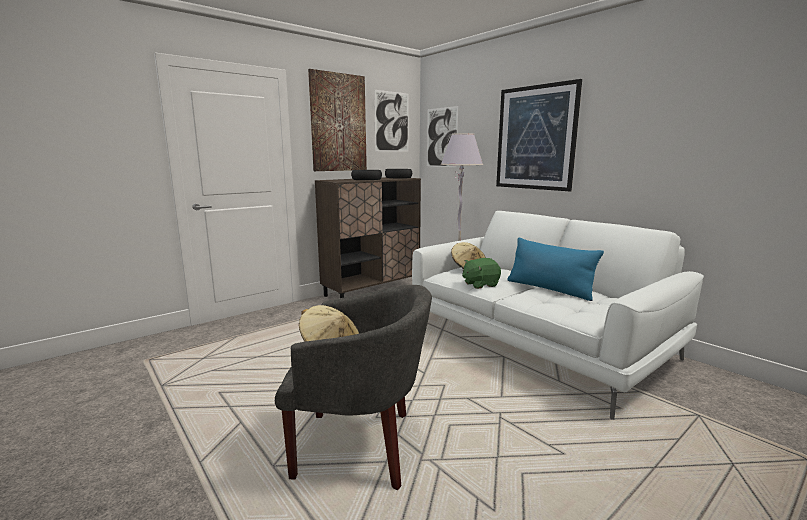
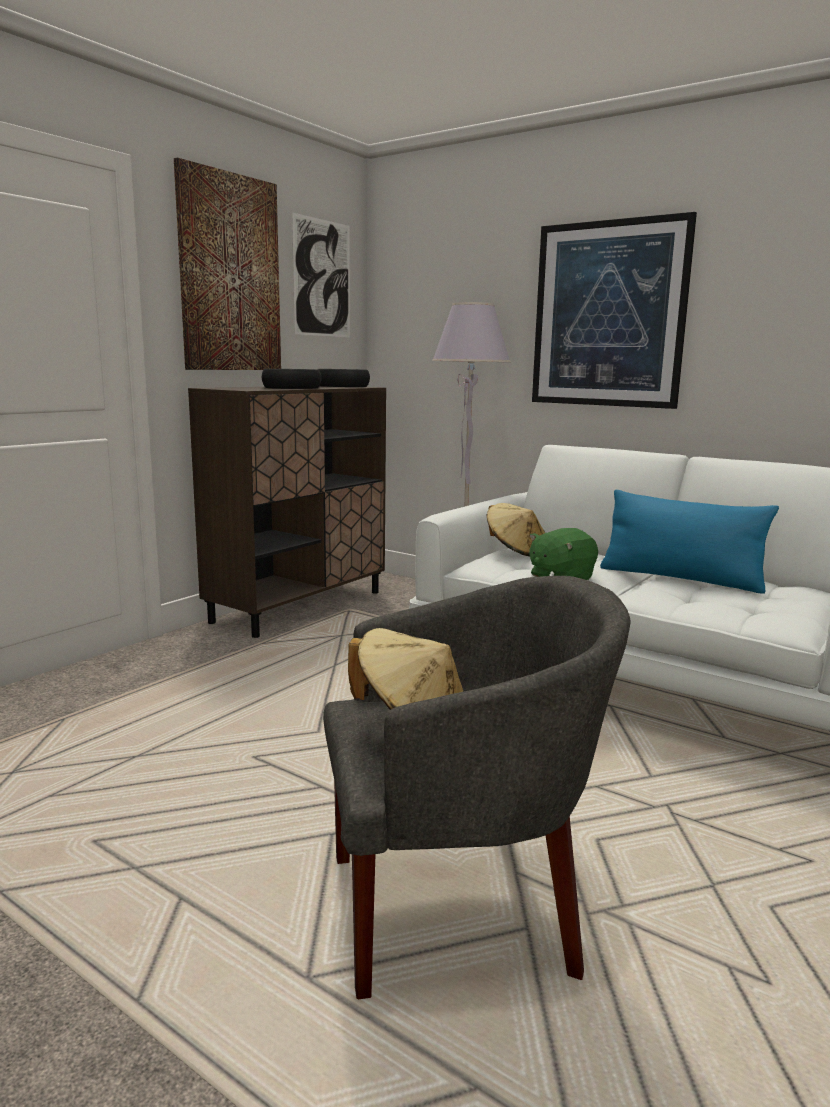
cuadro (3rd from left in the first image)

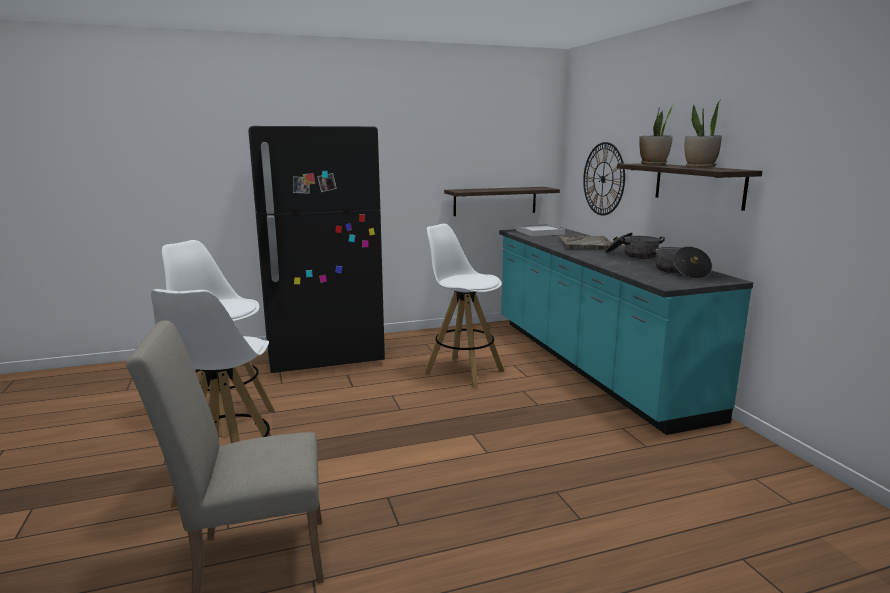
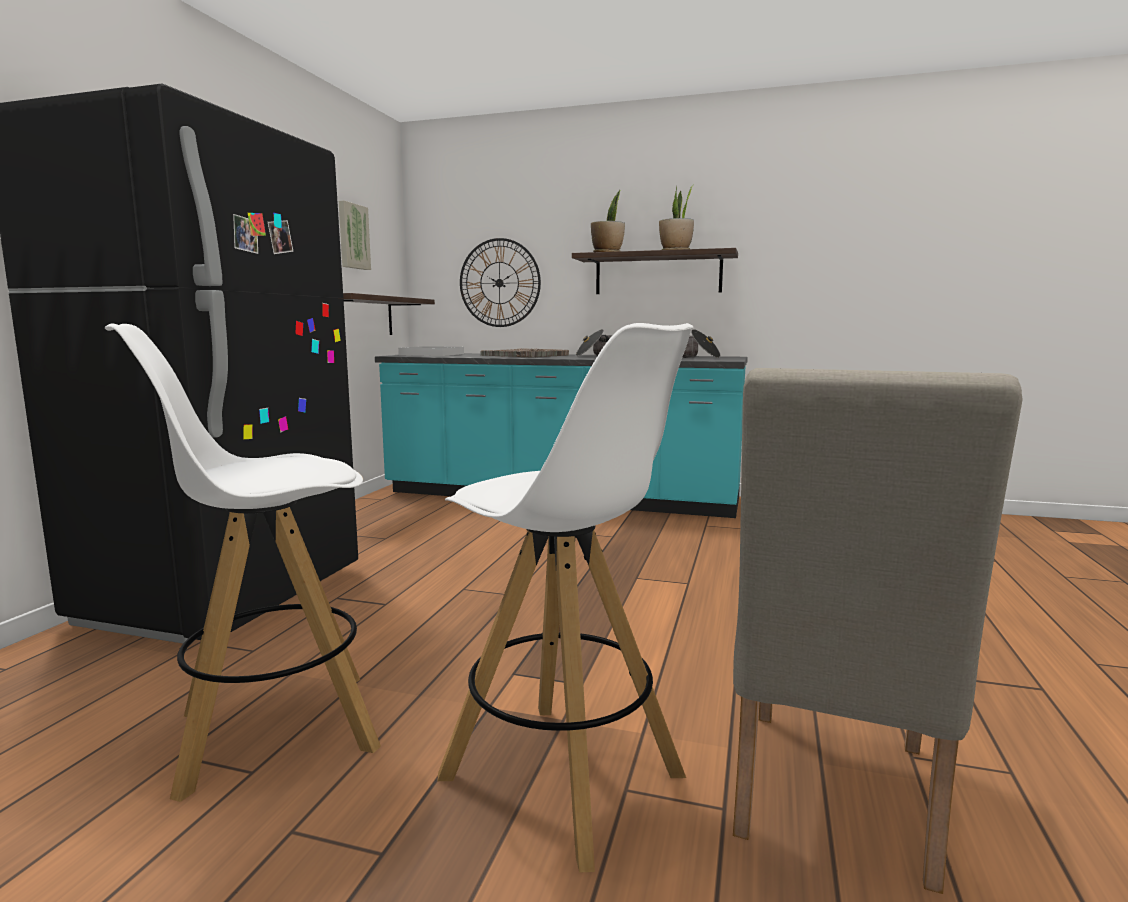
taburete/blanco (3rd from left in the first image); cuadro

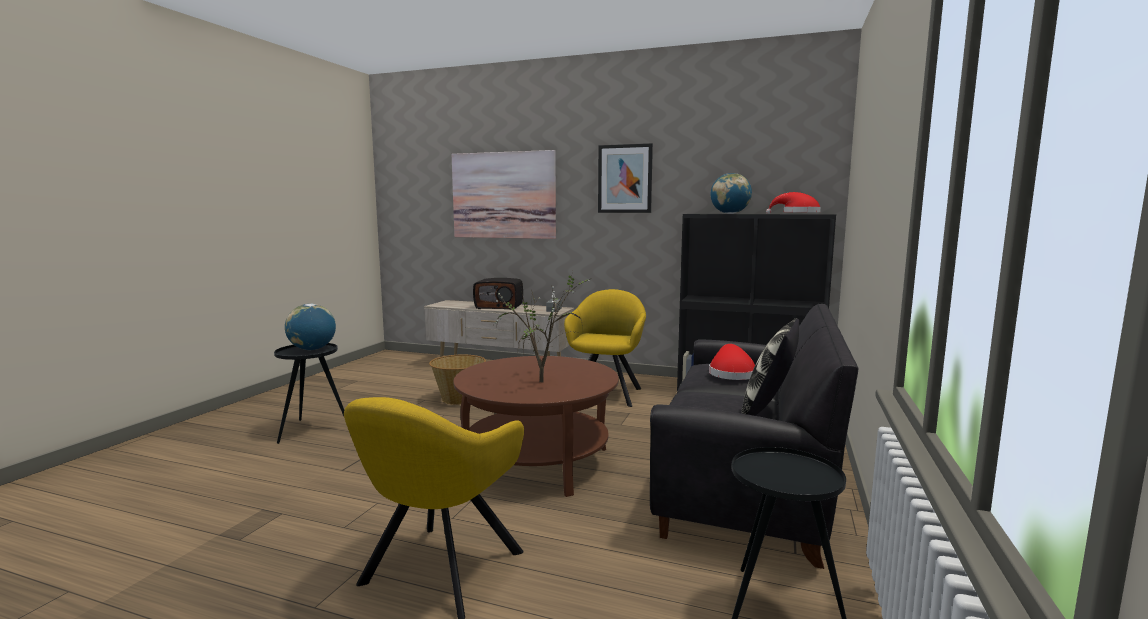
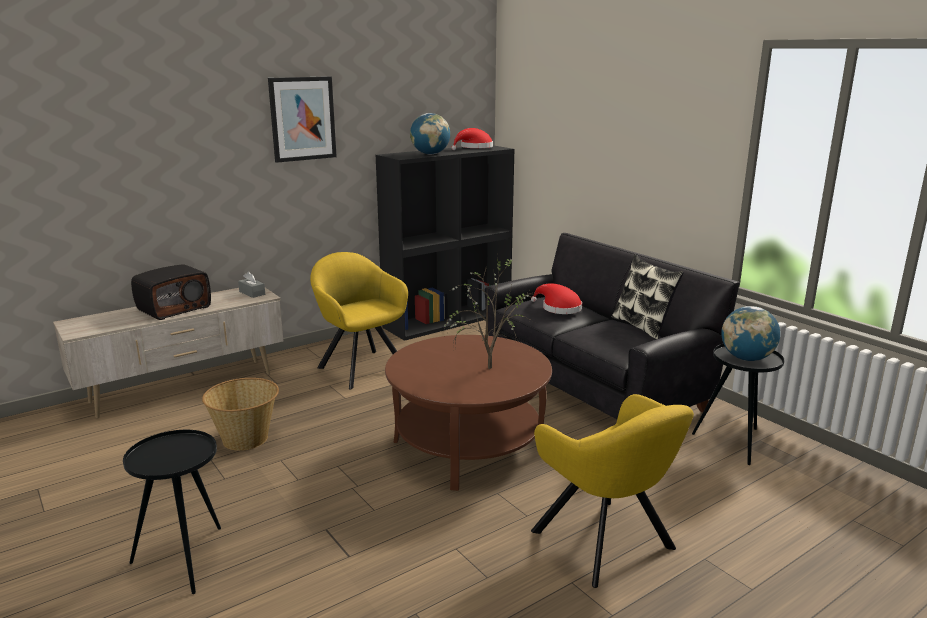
cuadro (1st from left in the first image); globo terráqueo (2nd from left)

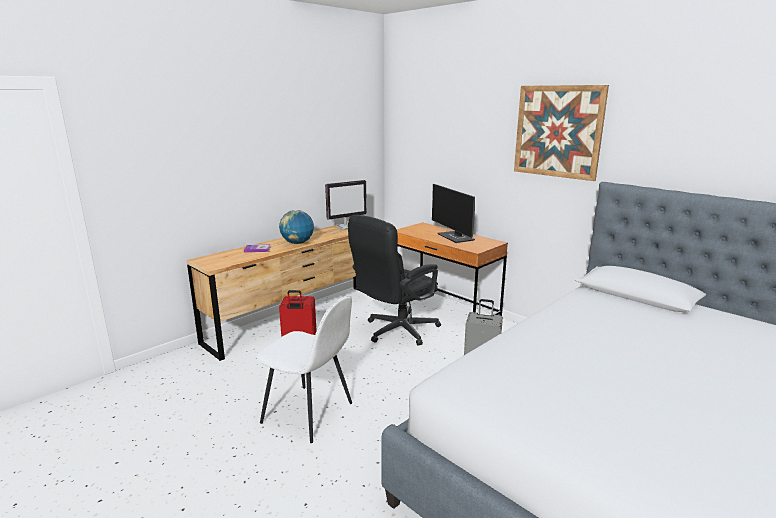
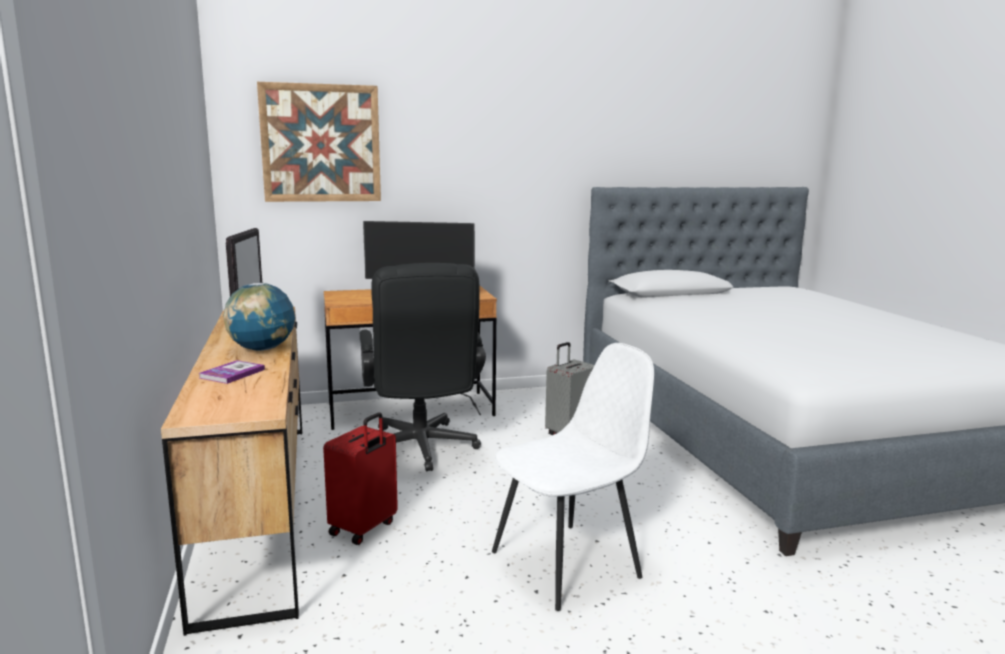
cuadro

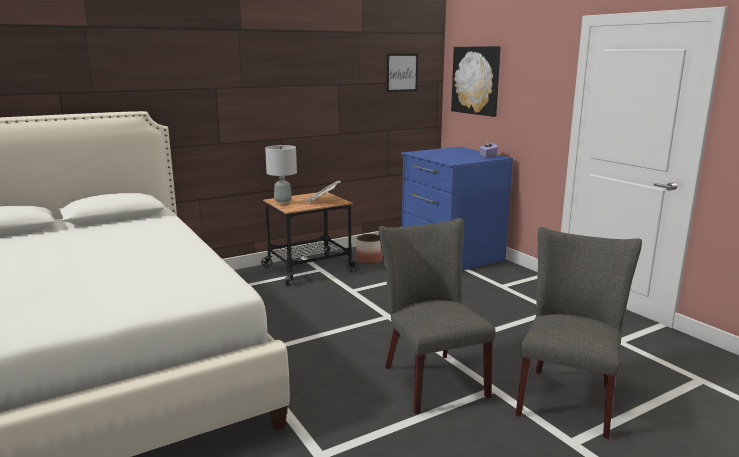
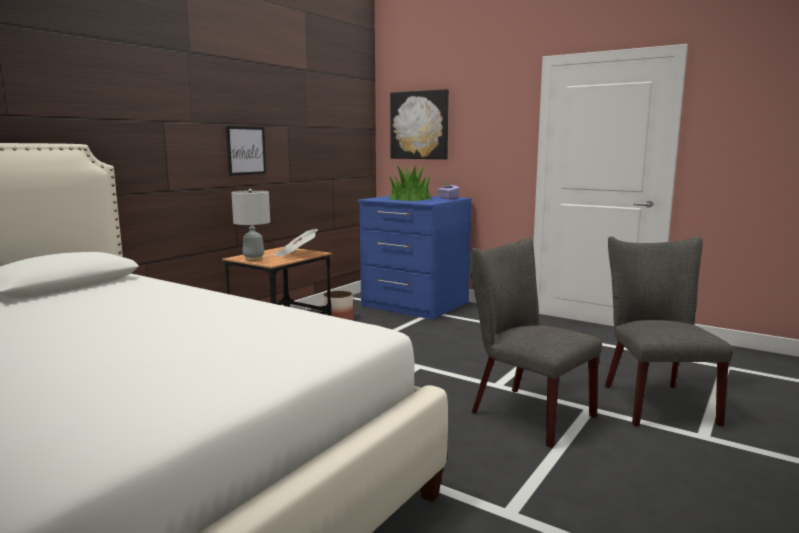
cuadro (1st from left); planta en maceta

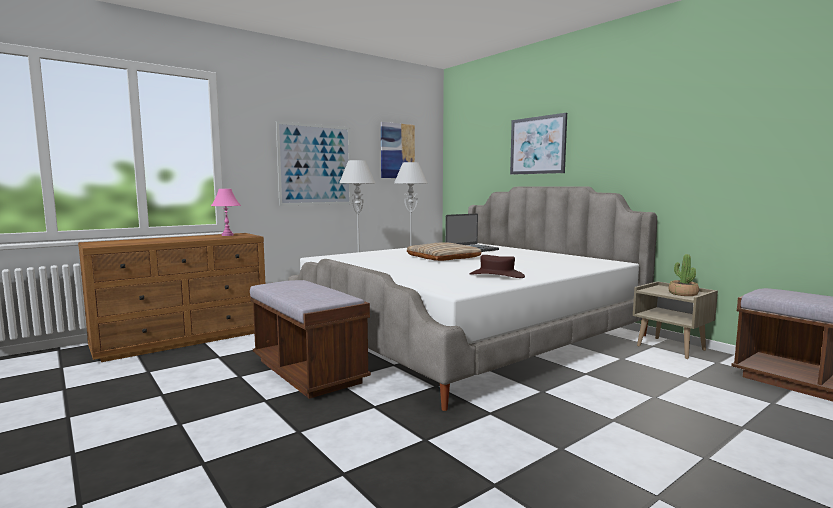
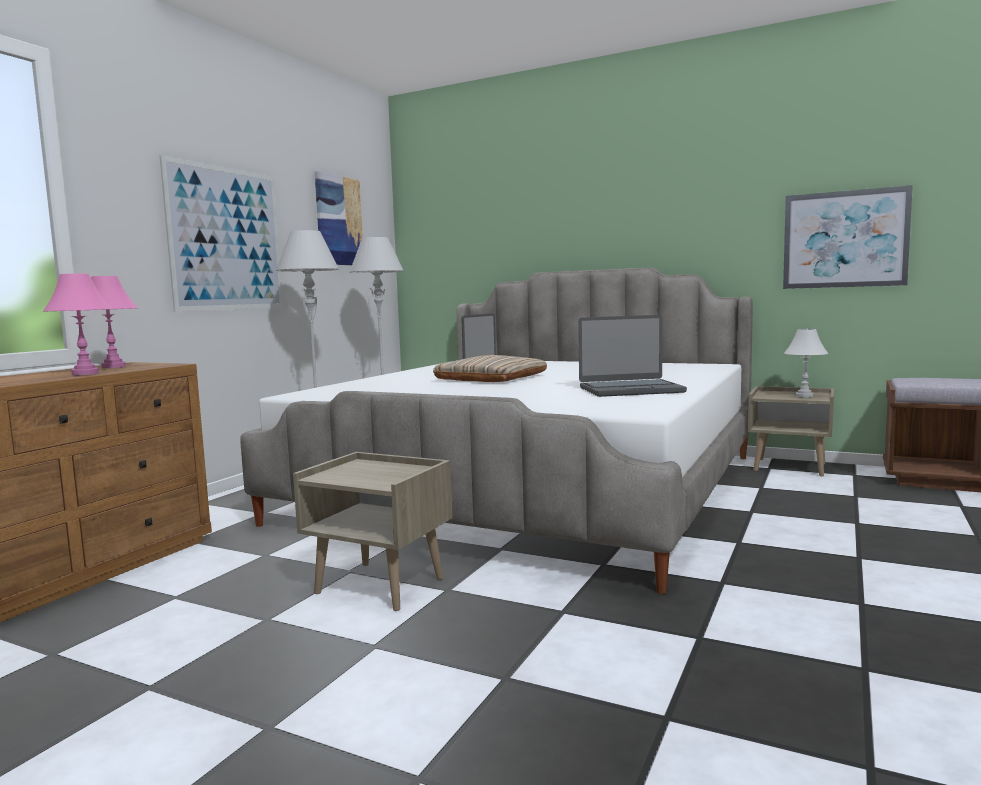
cuadro (3rd from left); lámpara de mesa/blanco; portátil (2nd from left); mesita de noche/beis (1st from left); lámpara de mesa/rosa (1st from left)

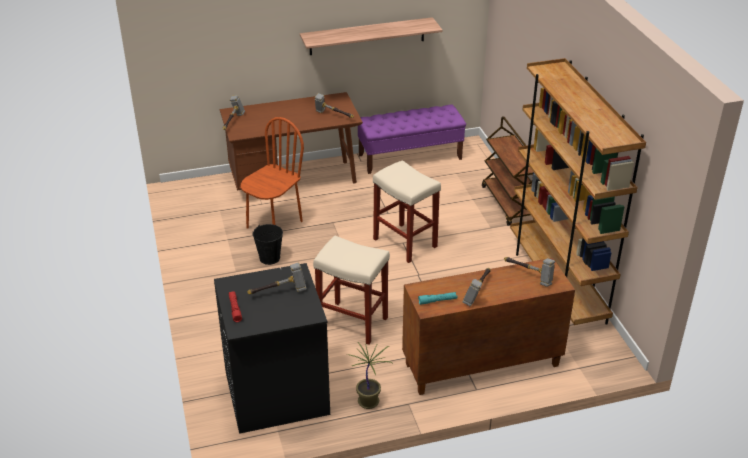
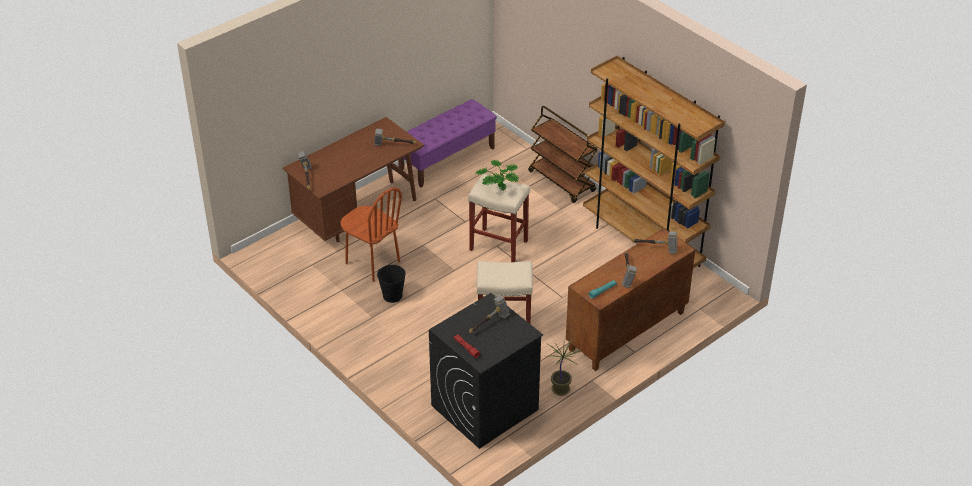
estante; silla/marrón; planta en maceta (1st from left)

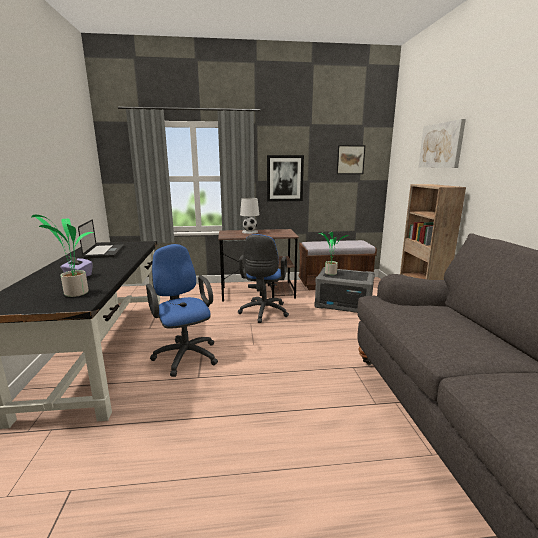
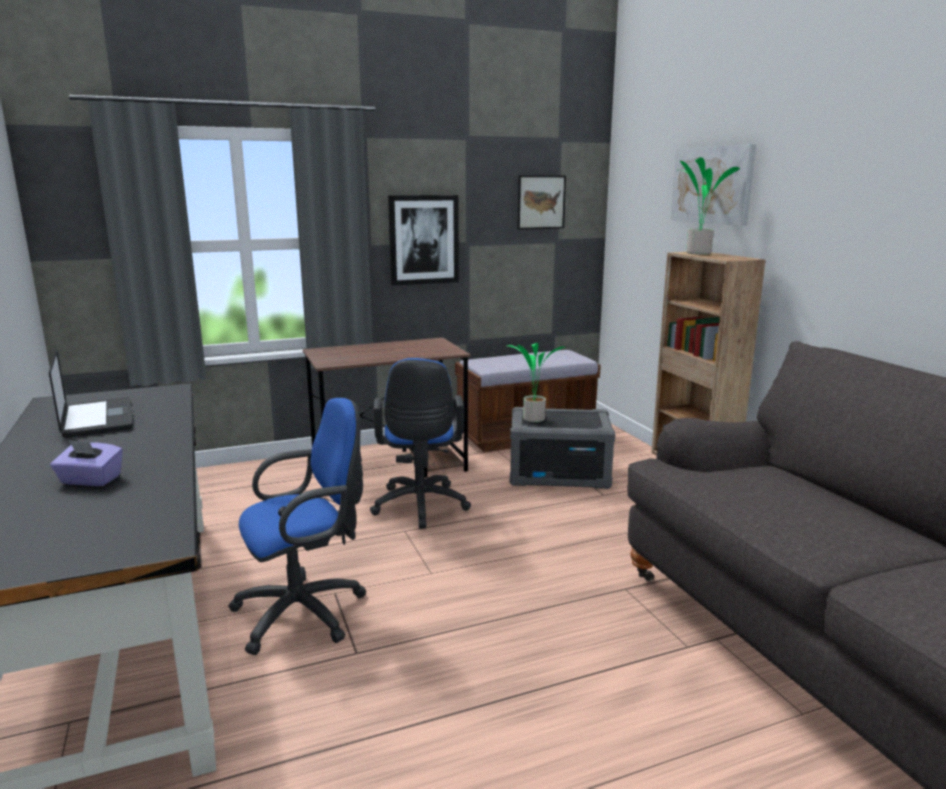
lámpara de mesa/blanco; planta en maceta (2nd from left); silla de oficina/azul (1st from left)

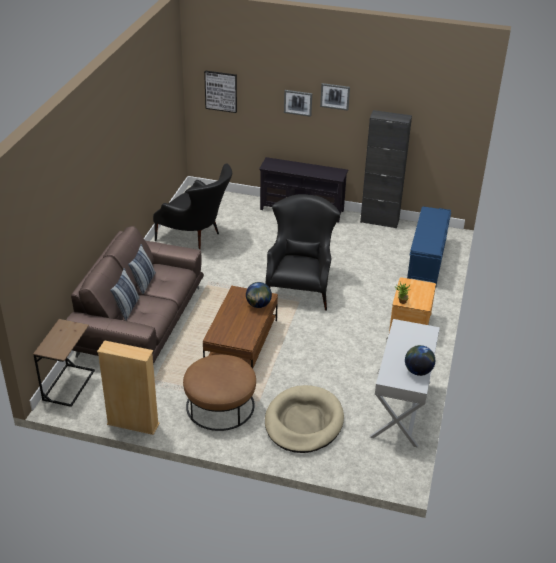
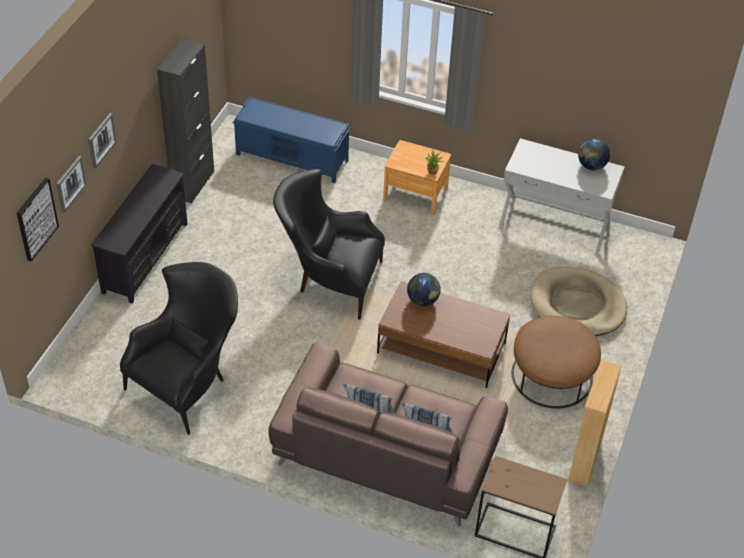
cuadro (2nd from left)

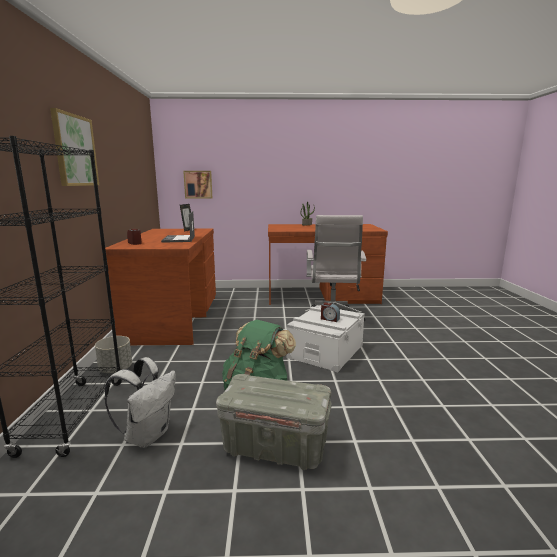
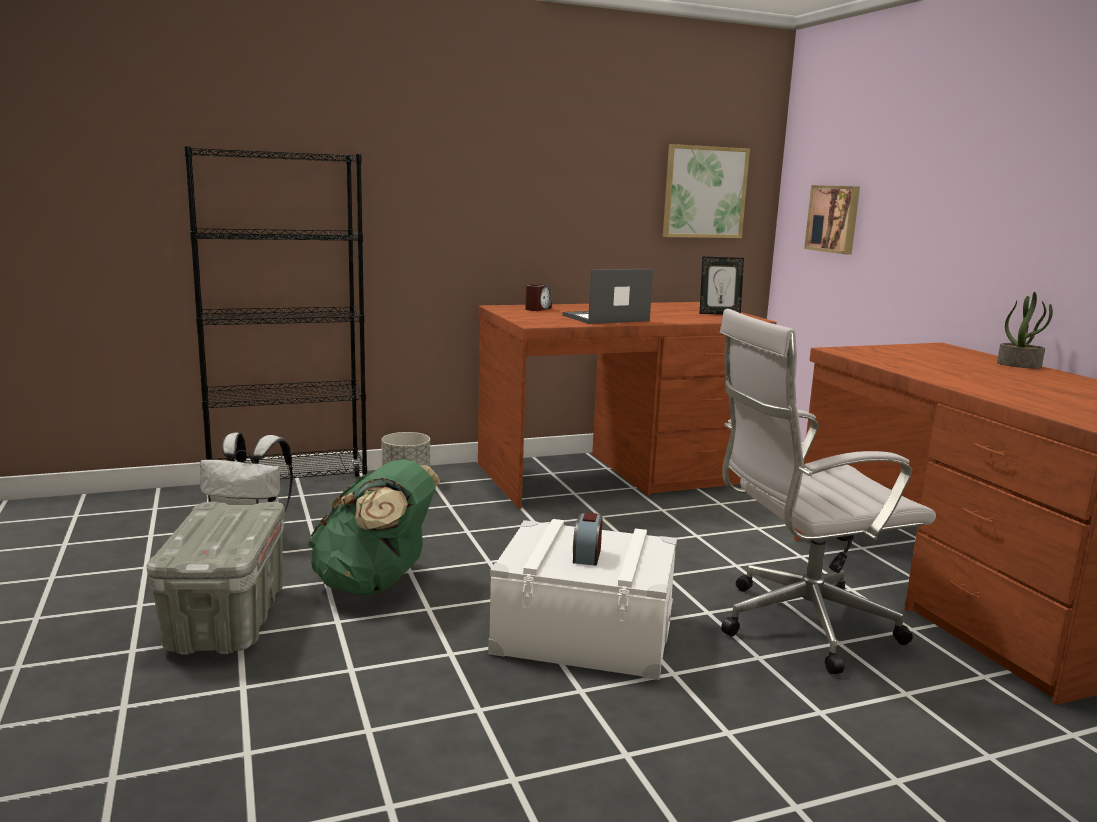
cuadro (1st from left)

